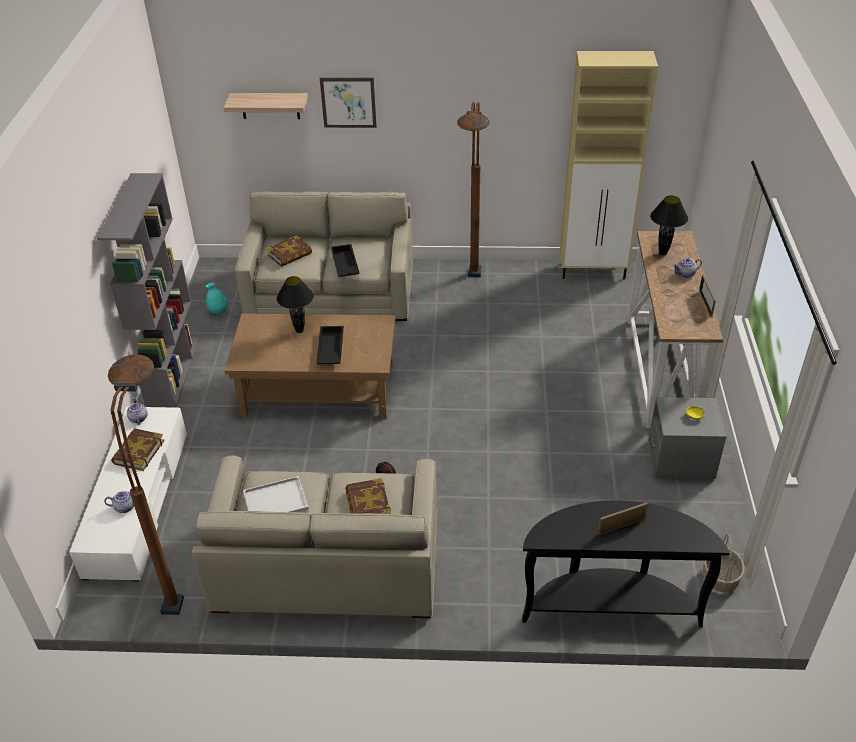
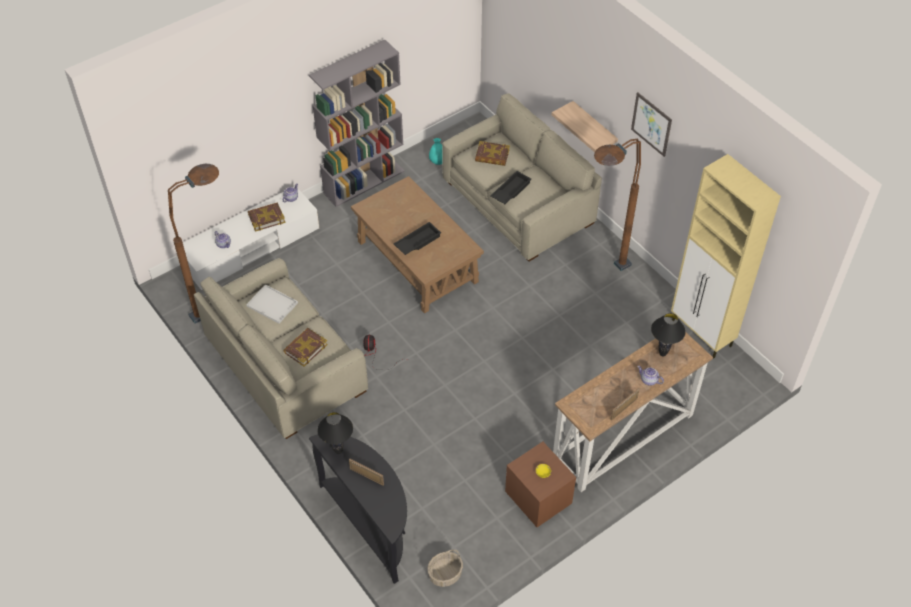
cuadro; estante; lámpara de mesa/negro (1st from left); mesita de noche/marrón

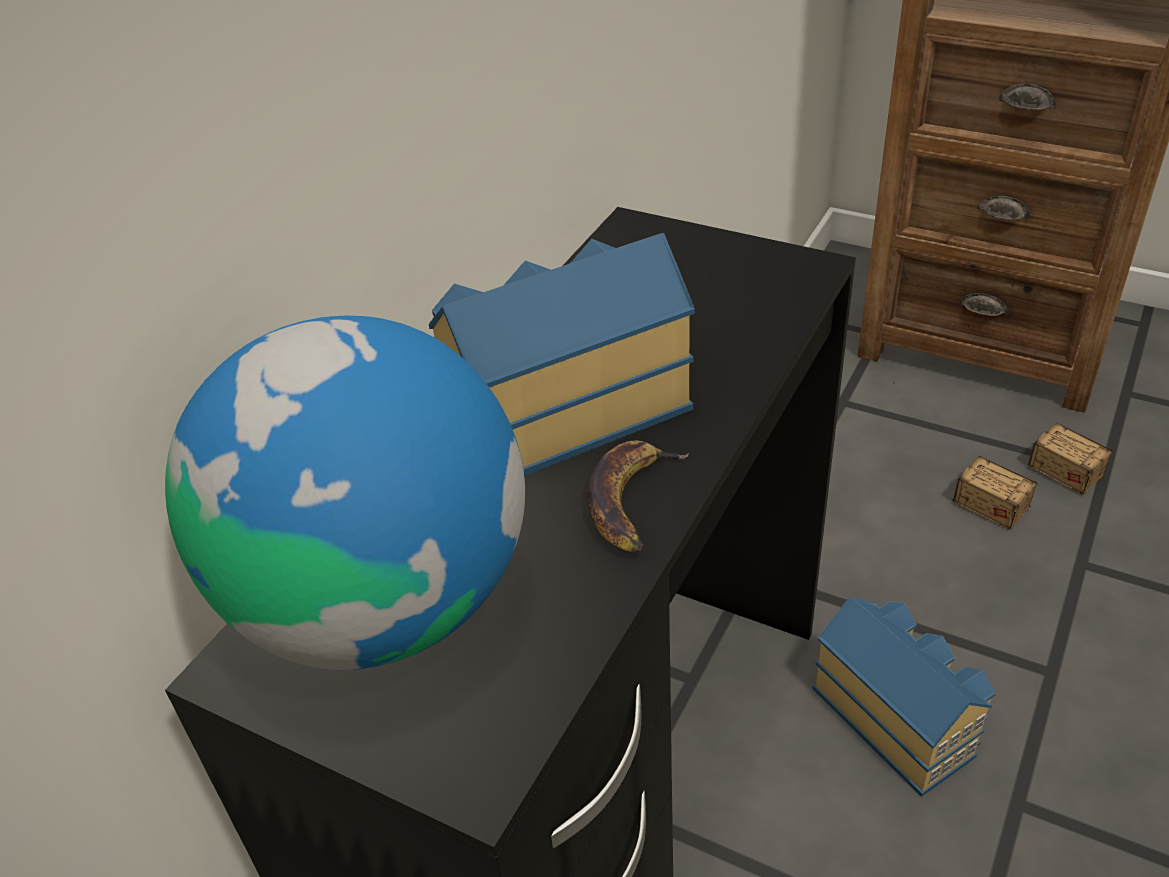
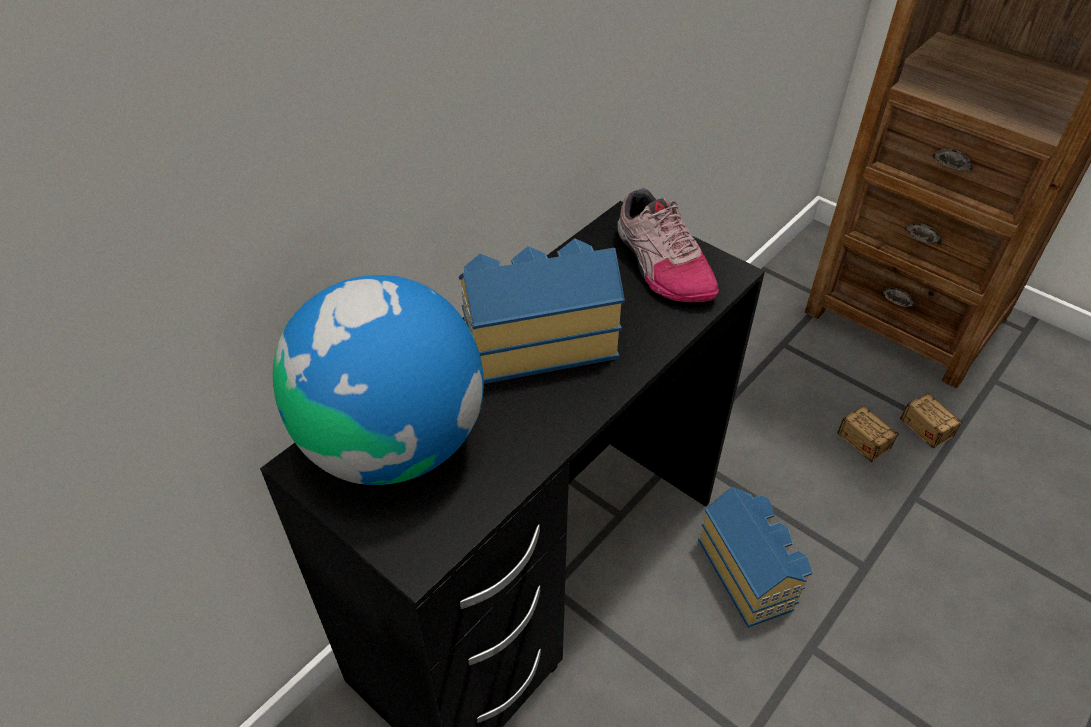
plátano; zapato

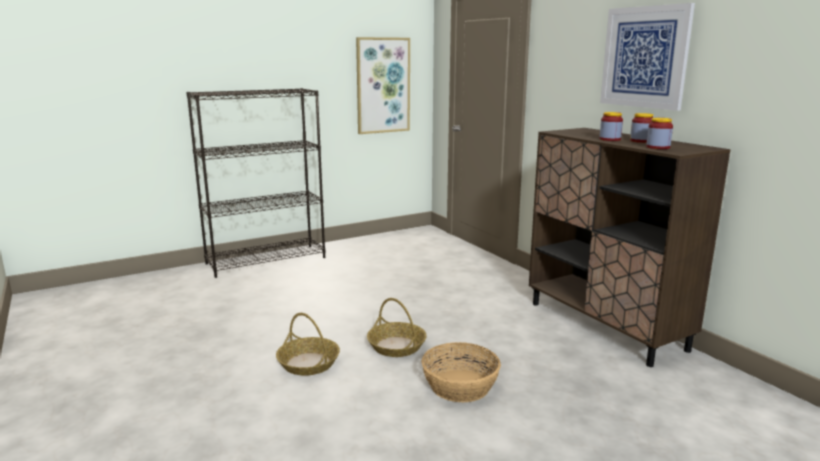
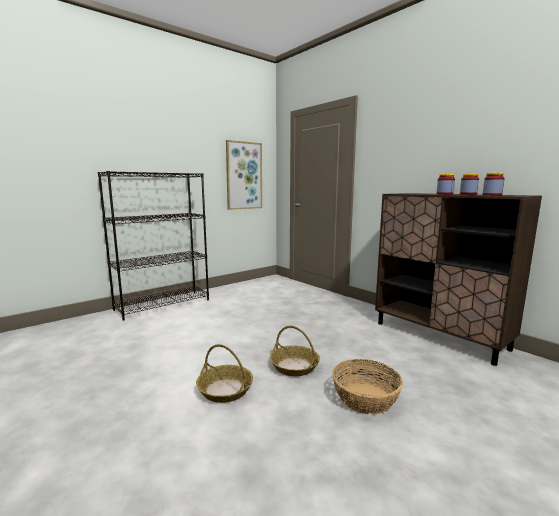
cuadro (2nd from left in the first image)

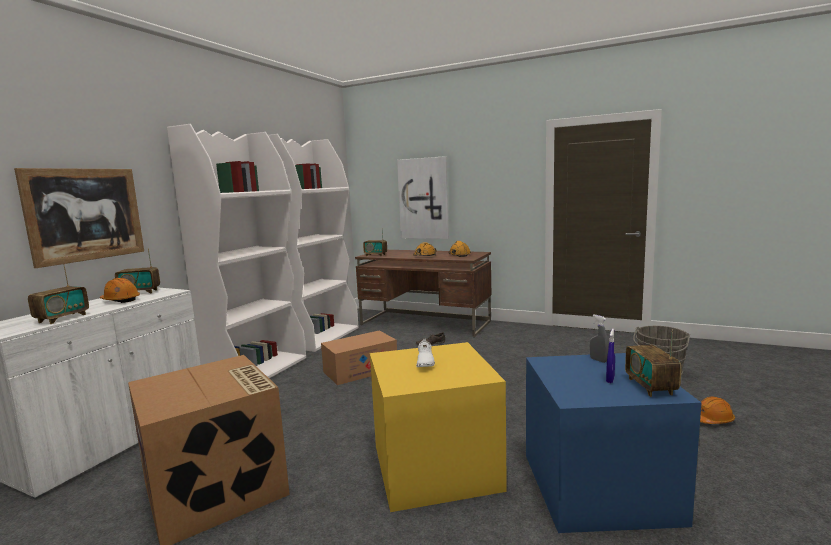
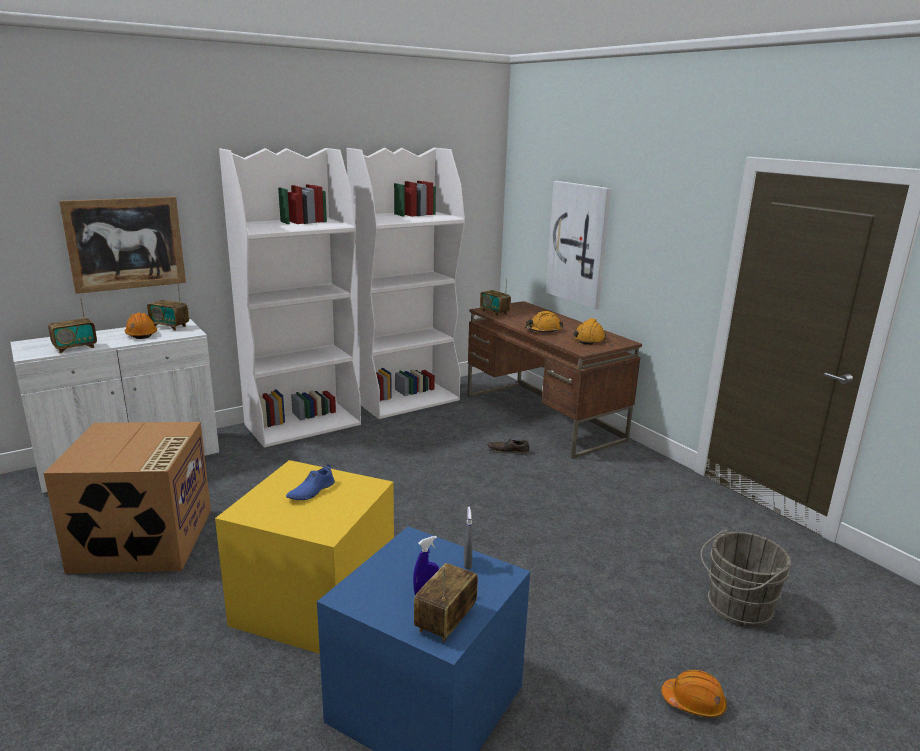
caja de cartón (2nd from left in the first image); zapato/azul

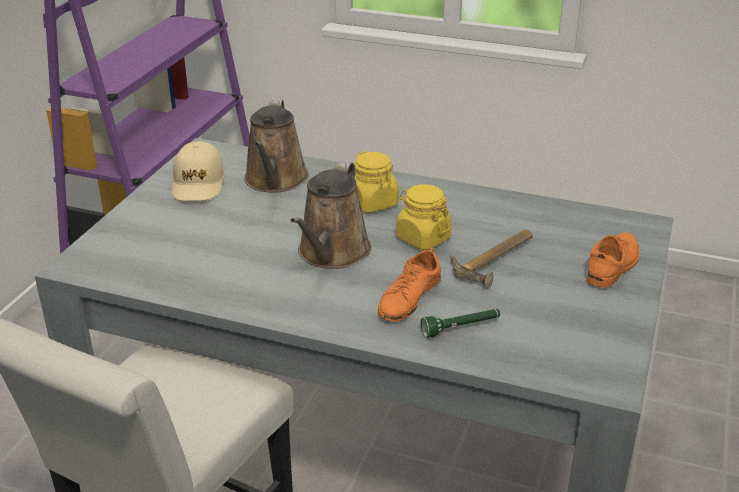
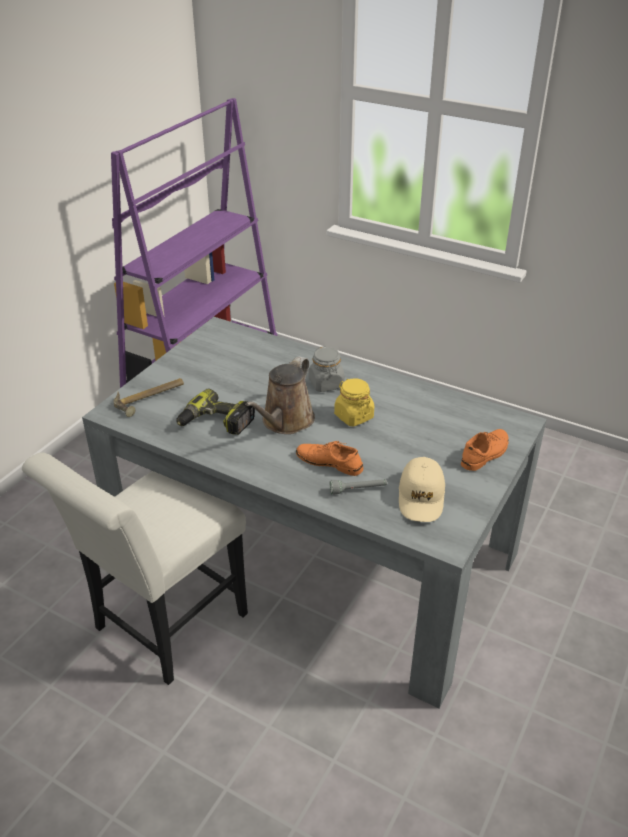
regadera/marrón (1st from left in the first image); gorra/beis; tarro/gris; martillo; zapato/naranja (1st from left); linterna/gris; taladro

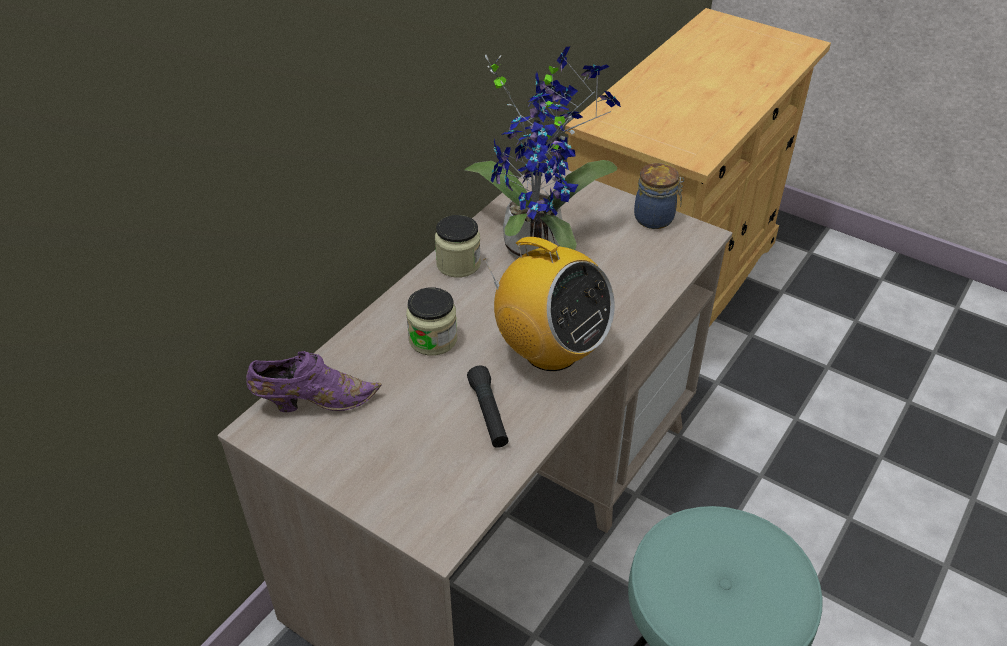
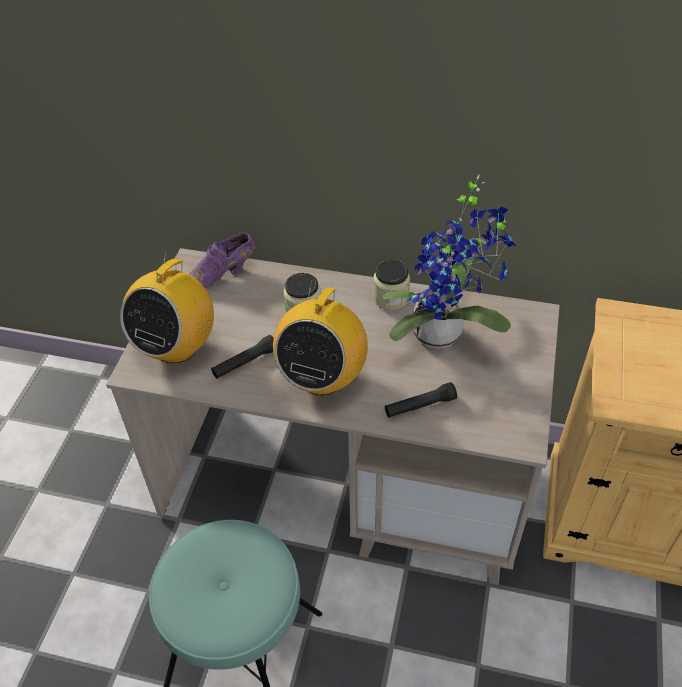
tarro (3rd from left in the first image); zapato/morado; radio (1st from left); linterna/negro (2nd from left)

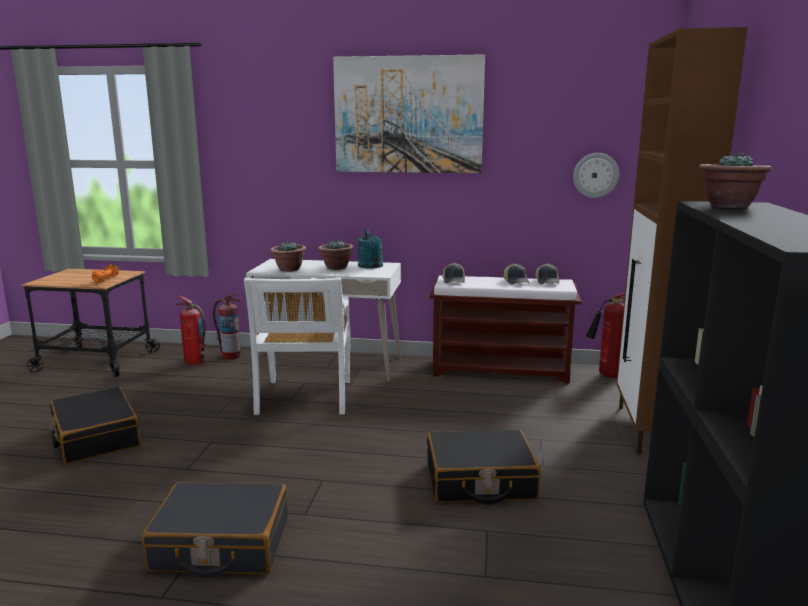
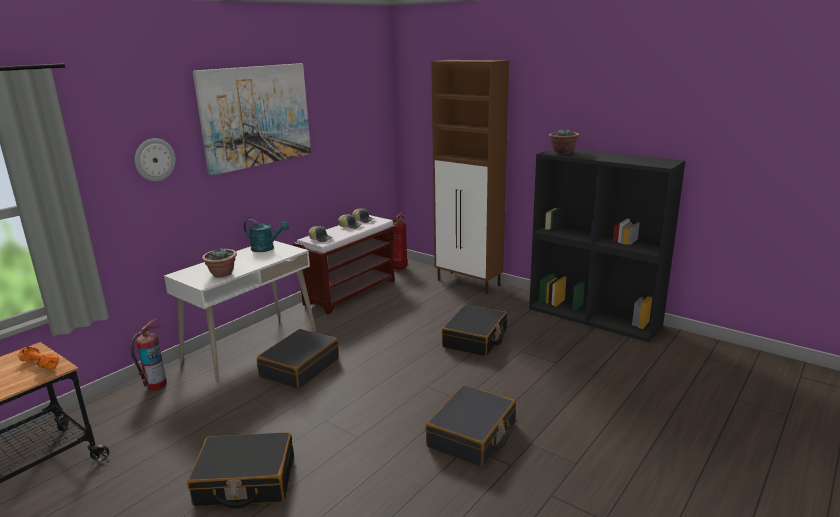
reloj de pared; planta en maceta (2nd from left in the first image); maleta/negro (2nd from left); extintor (1st from left in the first image)

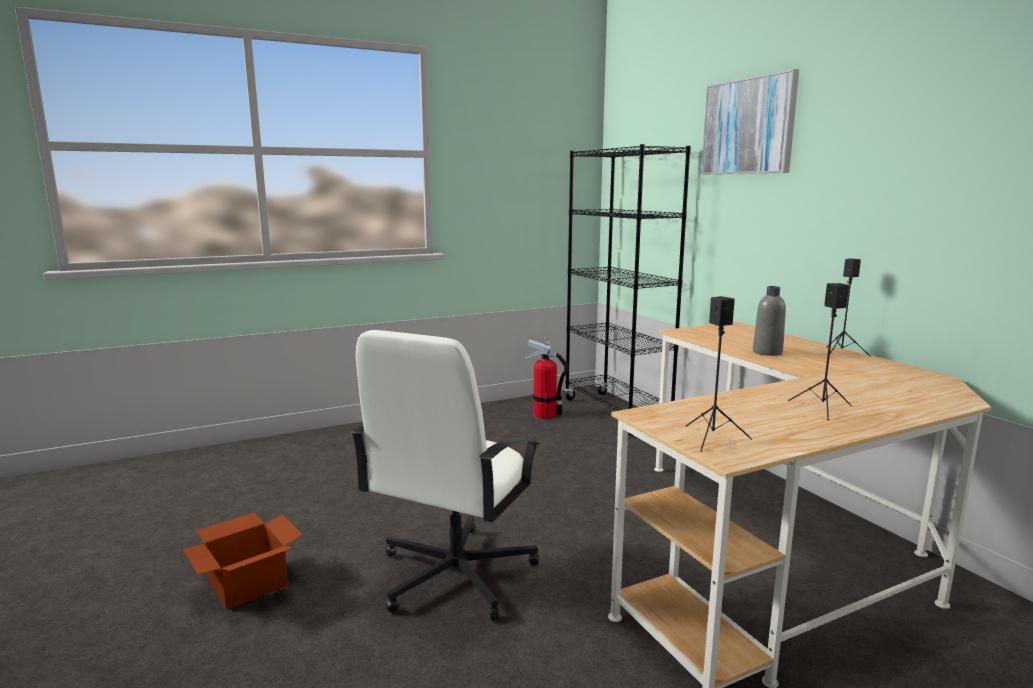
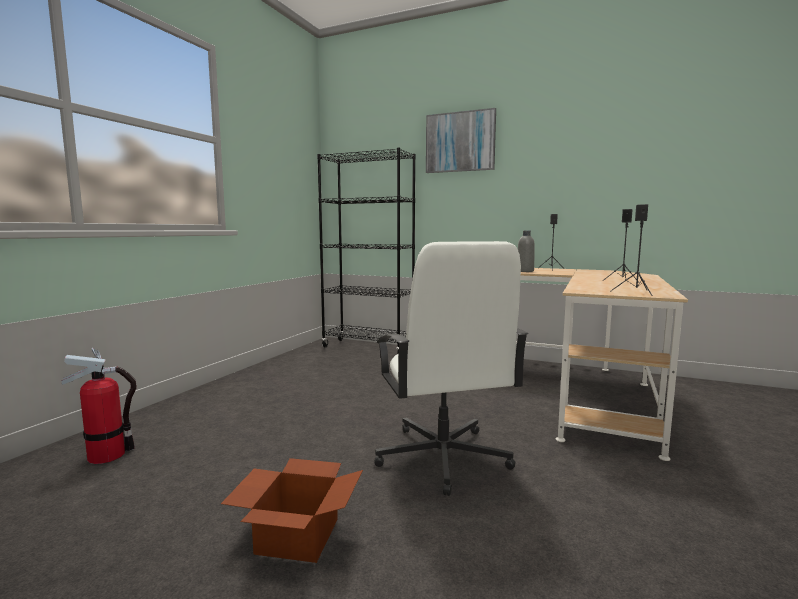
extintor

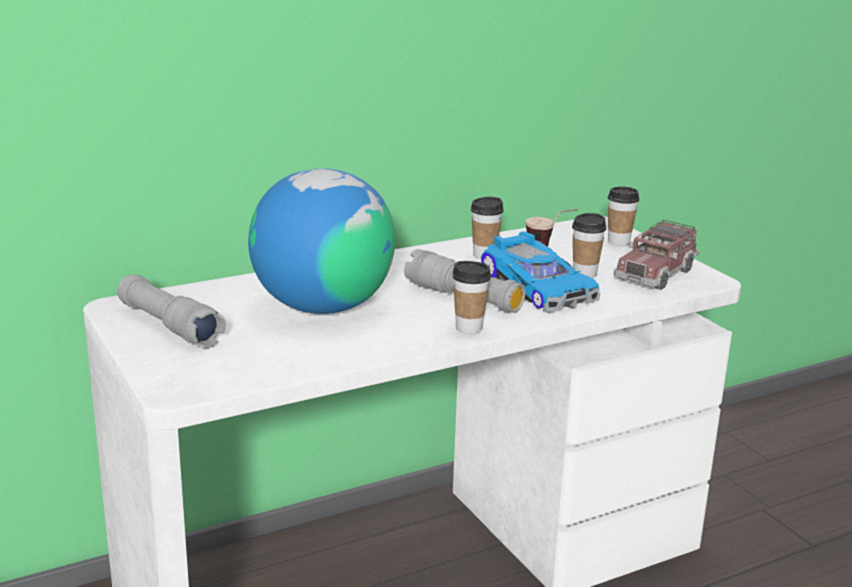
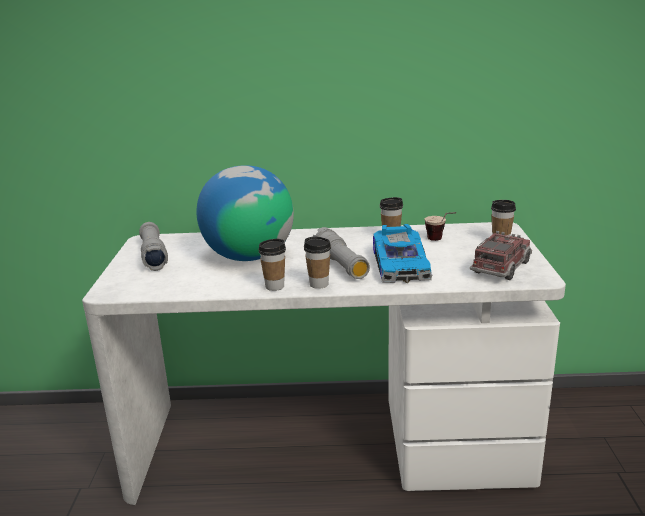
taza (1st from left); camión de juguete

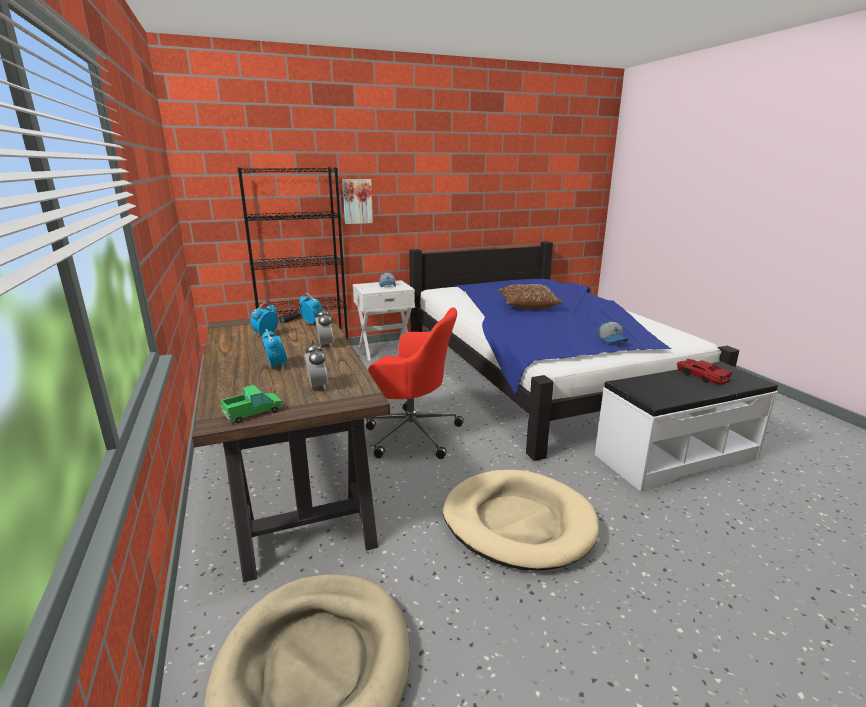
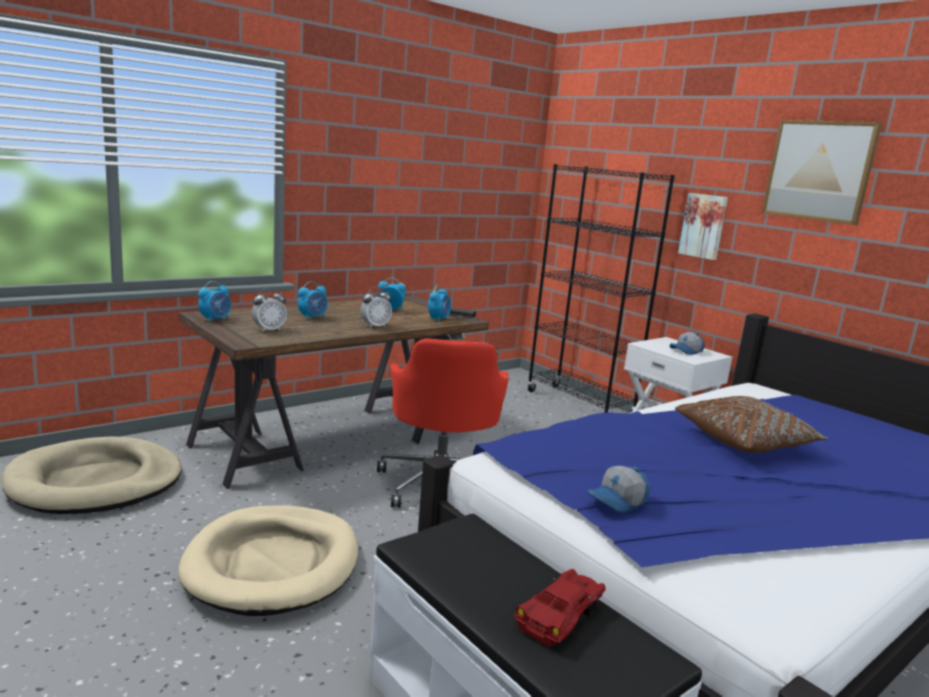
despertador (1st from left); cuadro (2nd from left)

